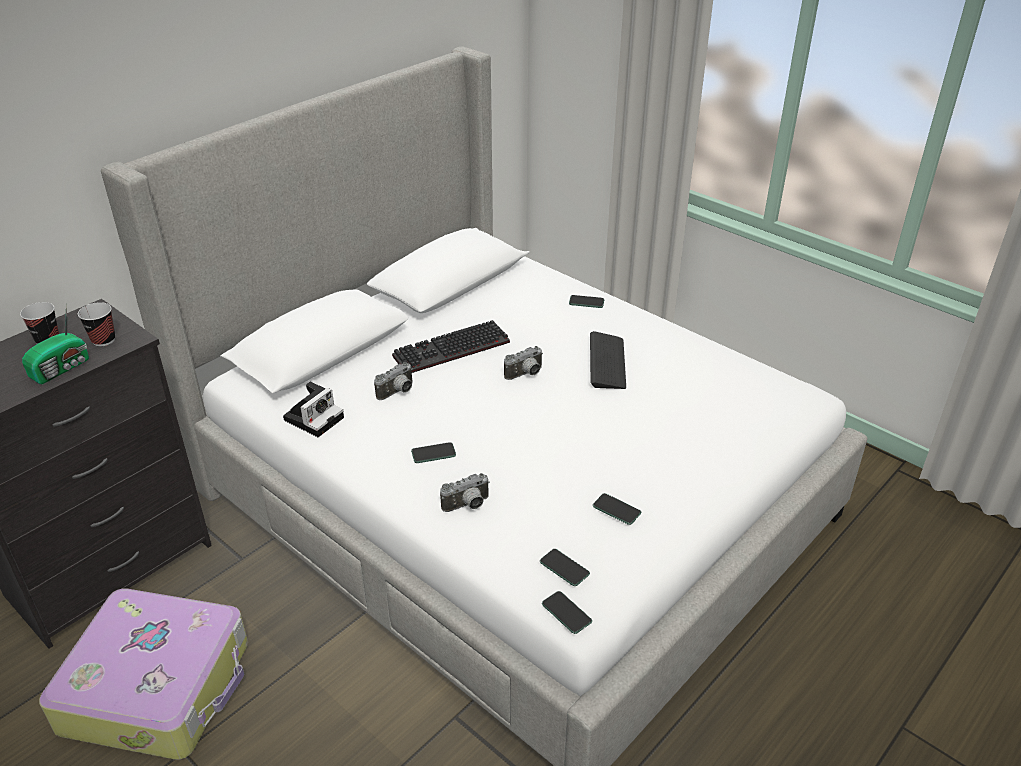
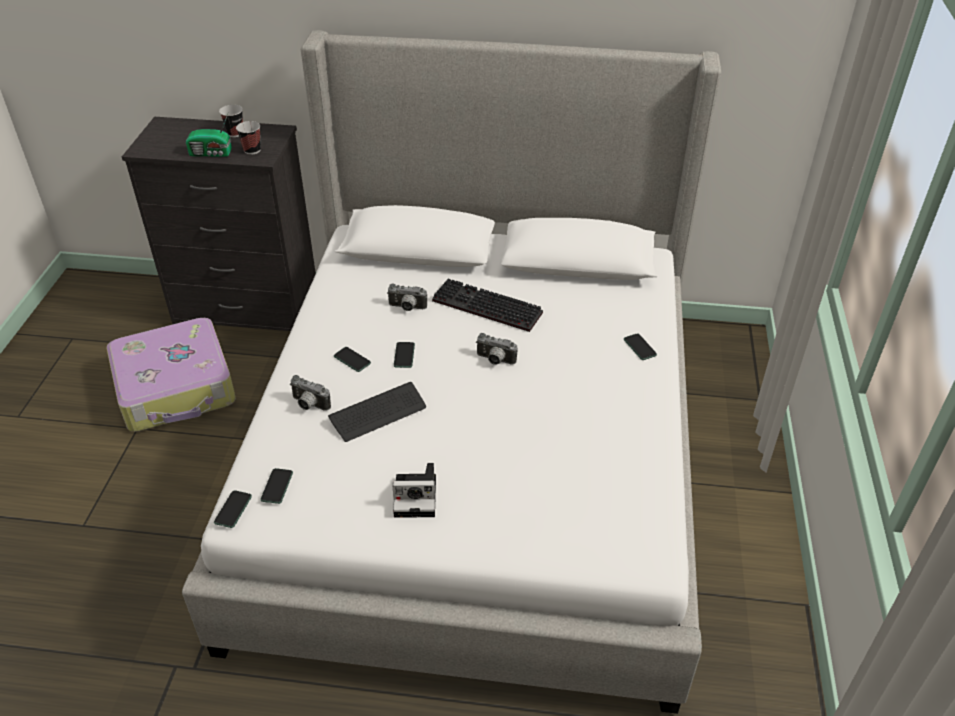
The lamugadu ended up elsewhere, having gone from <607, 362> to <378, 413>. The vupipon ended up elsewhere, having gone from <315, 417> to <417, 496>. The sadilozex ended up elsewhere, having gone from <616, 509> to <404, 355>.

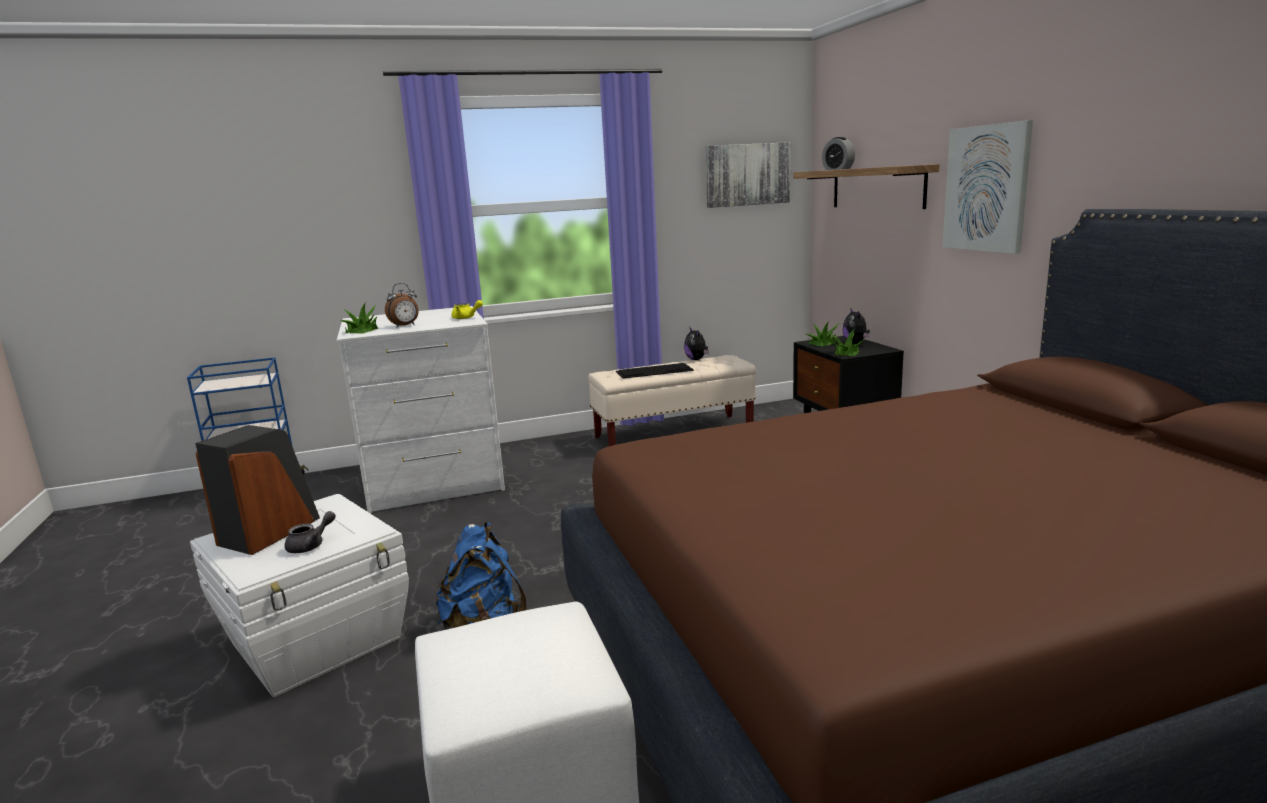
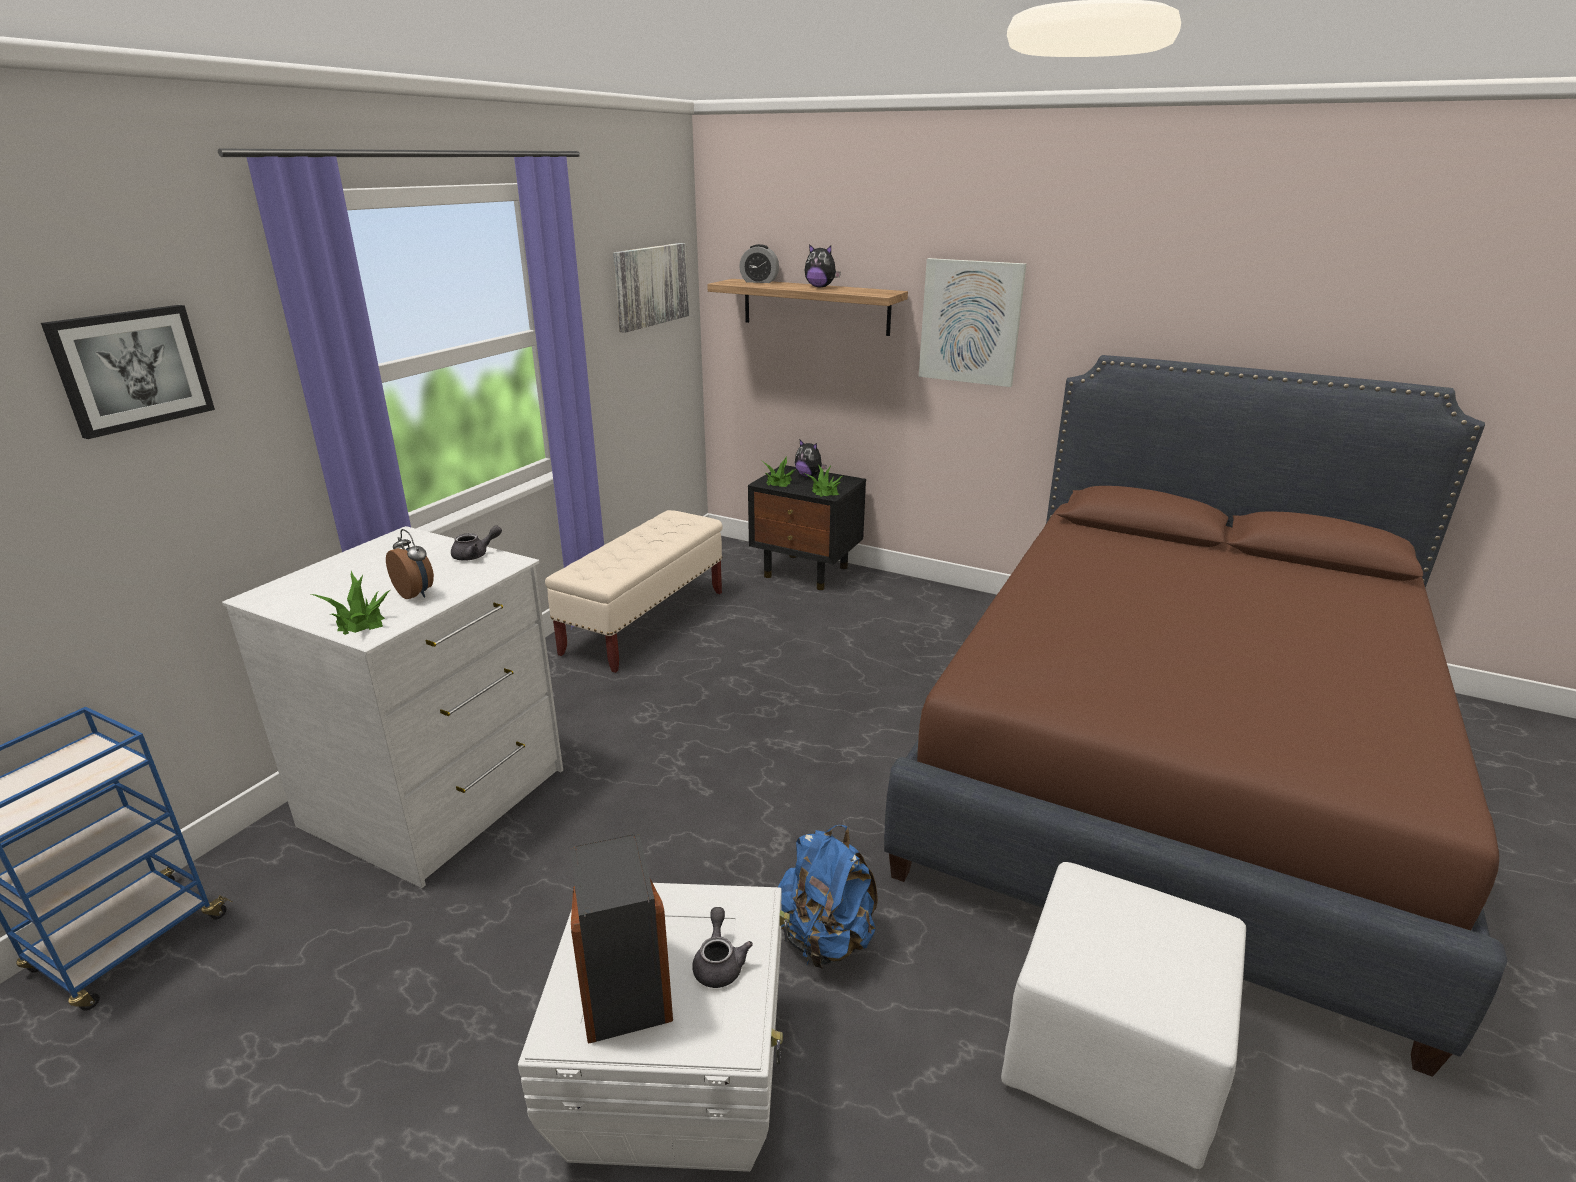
The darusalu at <405, 326> ended up facing another way, 60 degrees counterclockwise from before. What was the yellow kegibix at <466, 318> turned into the grey kegibix at <475, 555>. The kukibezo ended up elsewhere, having gone from <696, 359> to <820, 287>. The second view lost the lamugadu at <655, 371>. The second view gained the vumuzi at <132, 369>.

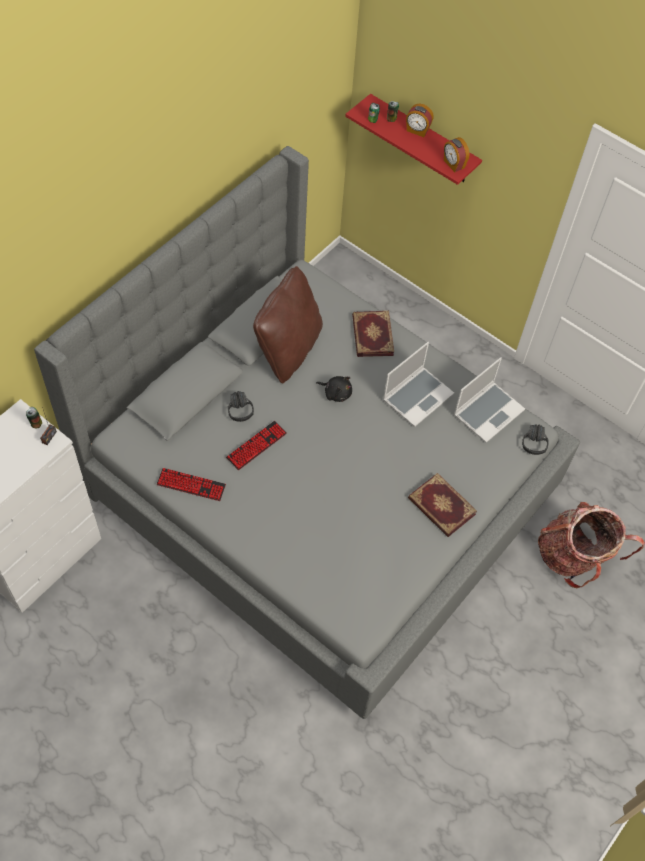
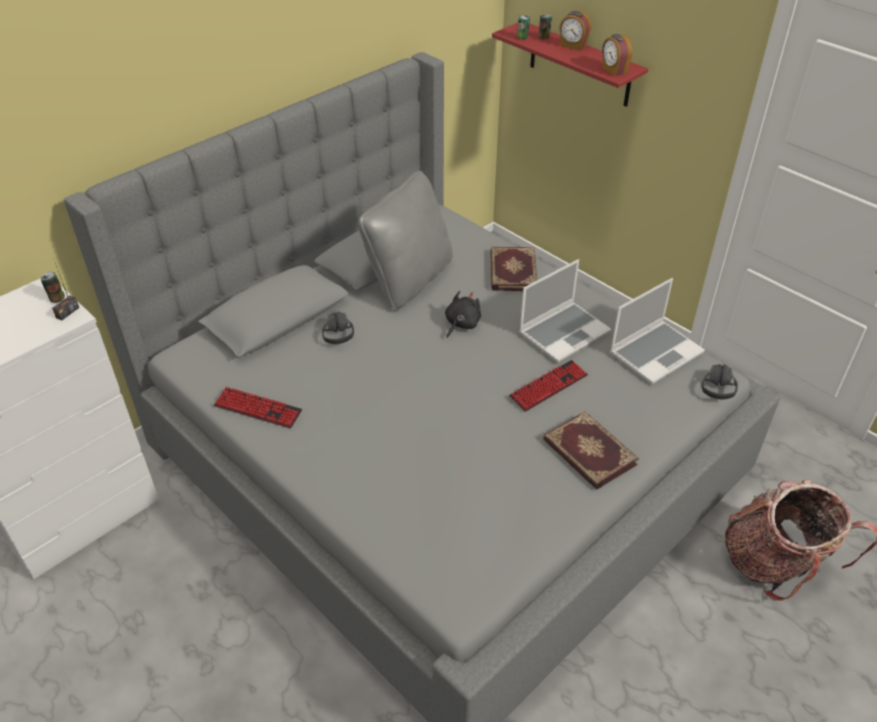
What was the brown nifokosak at <288, 349> turned into the grey nifokosak at <409, 280>. The black kukibezo at <336, 393> ended up facing another way, 90 degrees counterclockwise from before. The lamugadu ended up elsewhere, having gone from <256, 446> to <548, 386>.

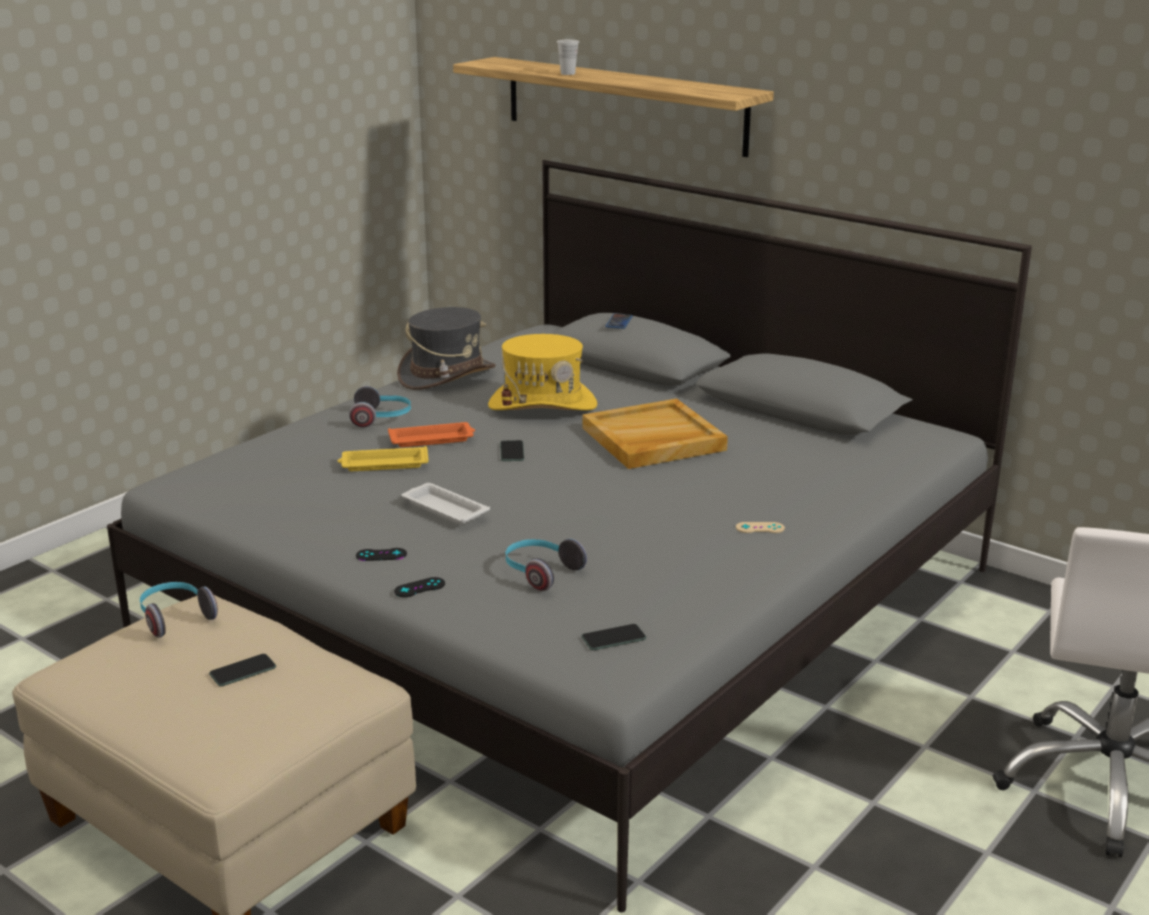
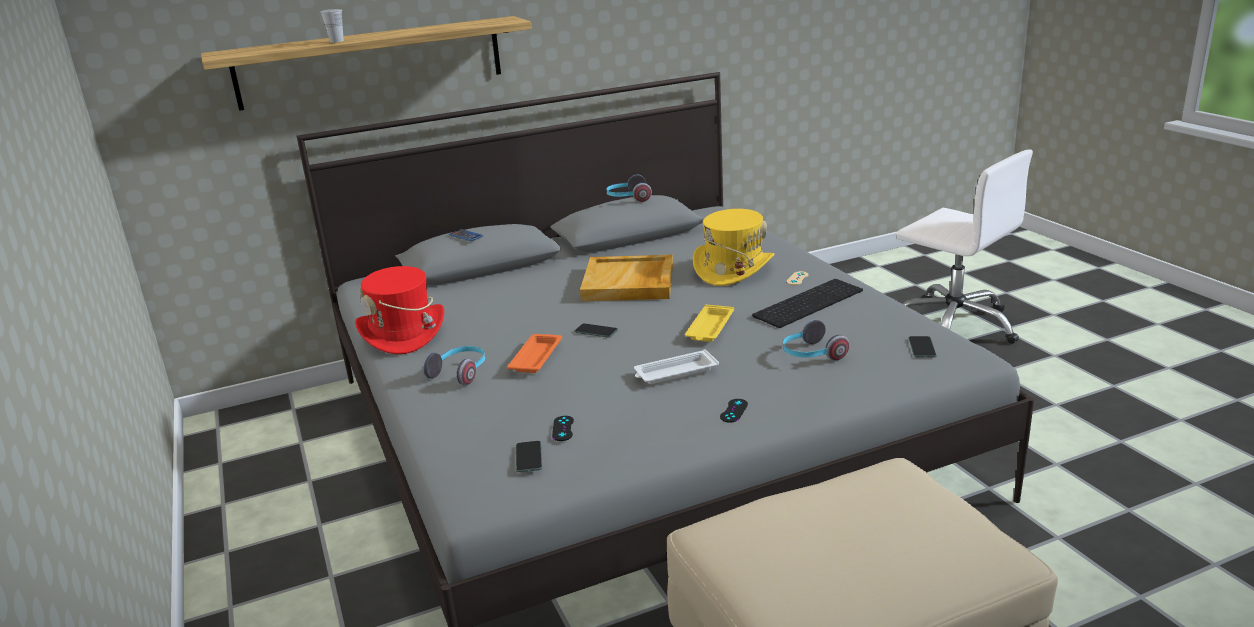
What was the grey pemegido at <447, 375> turned into the red pemegido at <403, 333>. The yellow pemegido ended up elsewhere, having gone from <543, 405> to <733, 269>. The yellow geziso ended up elsewhere, having gone from <383, 464> to <709, 328>. The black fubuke ended up elsewhere, having gone from <419, 587> to <563, 428>. The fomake ended up elsewhere, having gone from <175, 618> to <628, 198>. The sadilozex ended up elsewhere, having gone from <243, 671> to <529, 457>. The second view gained the lamugadu at <807, 302>.

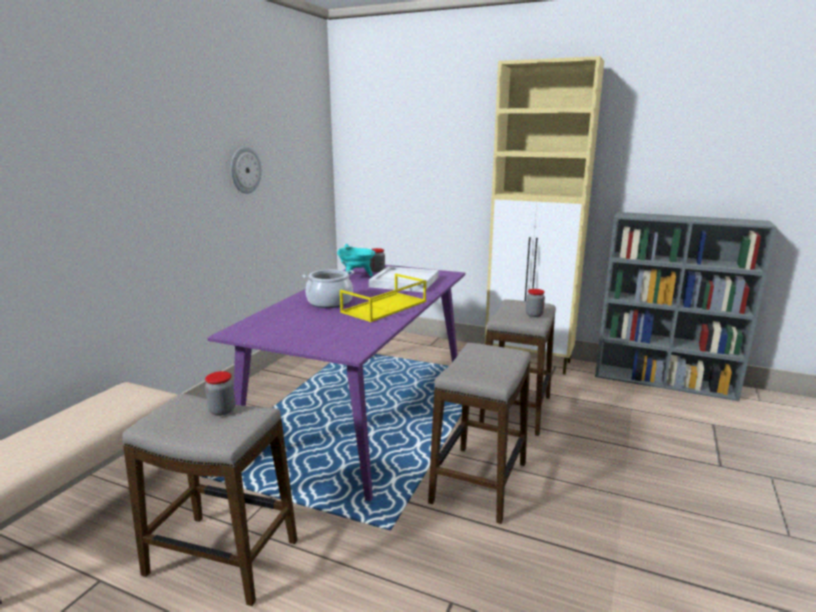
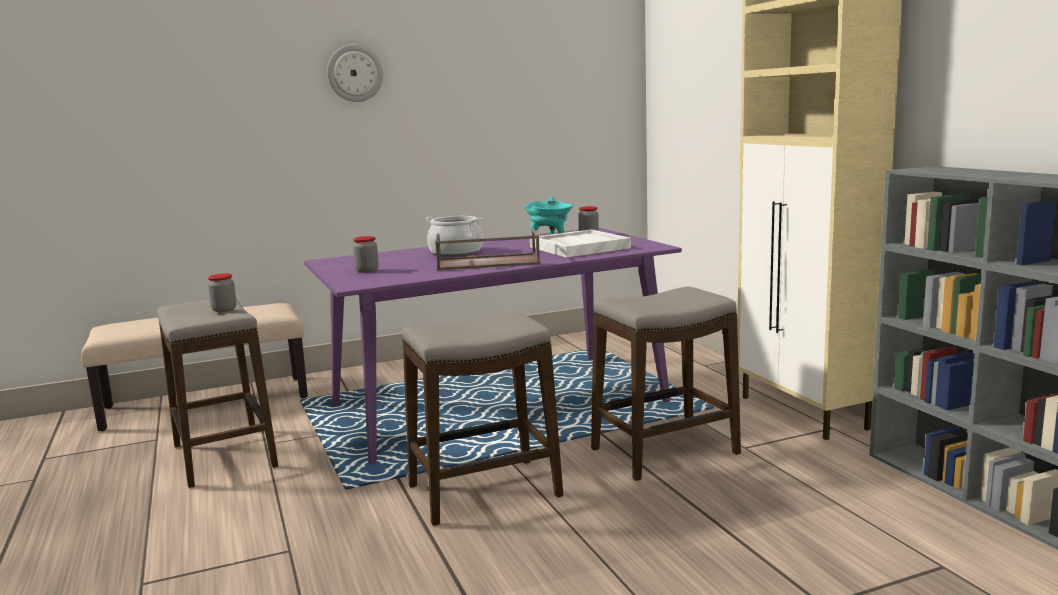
The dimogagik ended up elsewhere, having gone from <245, 170> to <355, 73>. What was the yellow geziso at <384, 307> turned into the brown geziso at <486, 262>. The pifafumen ended up elsewhere, having gone from <534, 315> to <367, 271>.

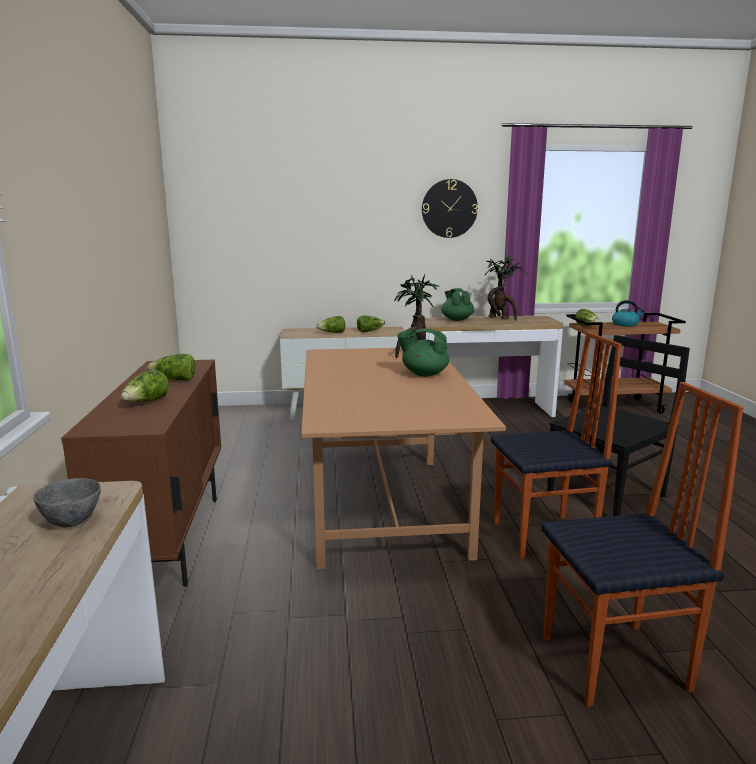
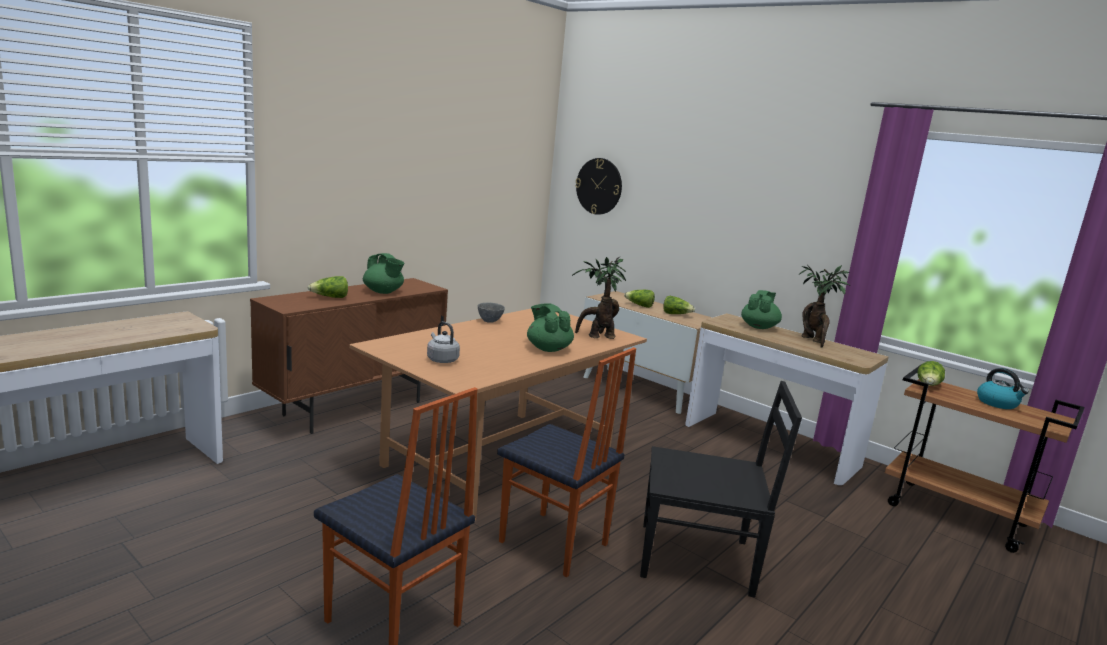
The dimogagik ended up elsewhere, having gone from <449, 208> to <599, 186>. Where the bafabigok stood at <174, 380>, the green kegibix came to stand at <383, 292>. The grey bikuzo ended up elsewhere, having gone from <72, 522> to <490, 321>. The second view gained the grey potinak at <441, 359>.

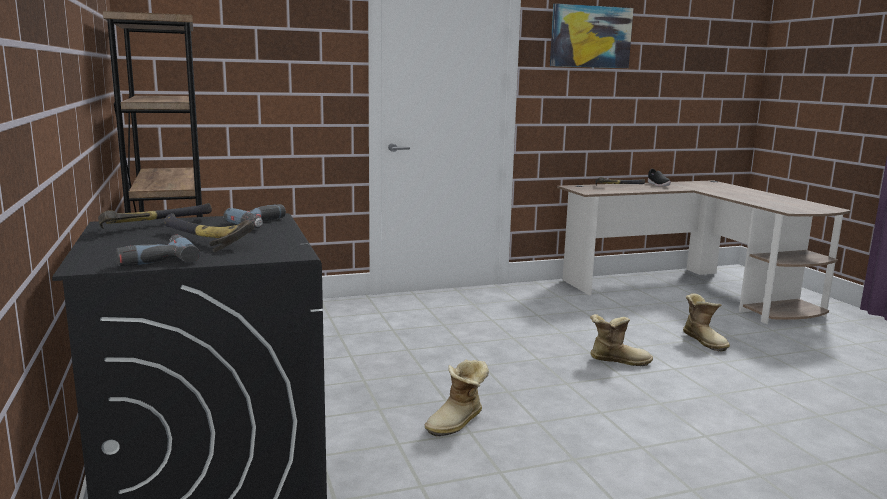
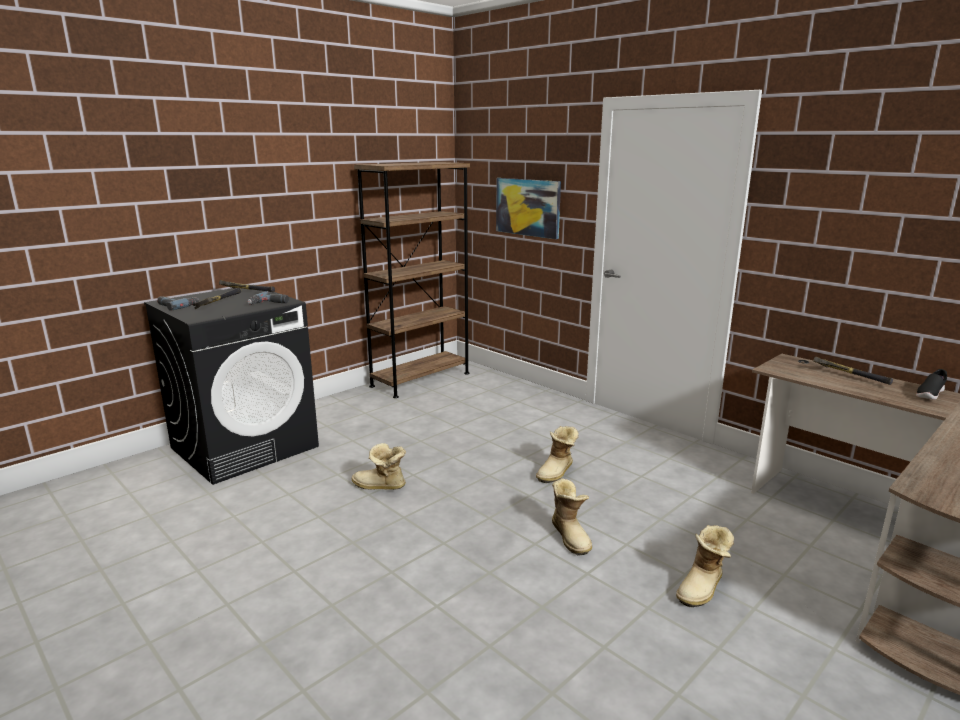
The vumuzi ended up elsewhere, having gone from <590, 37> to <528, 207>. The second view gained the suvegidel at <557, 472>.

